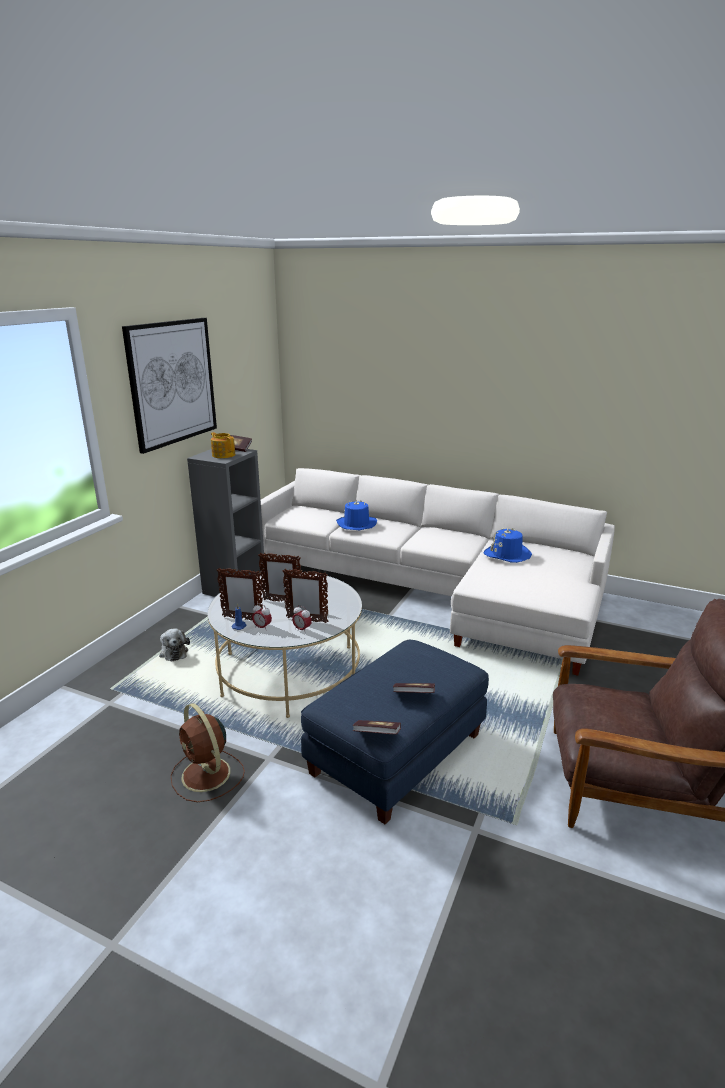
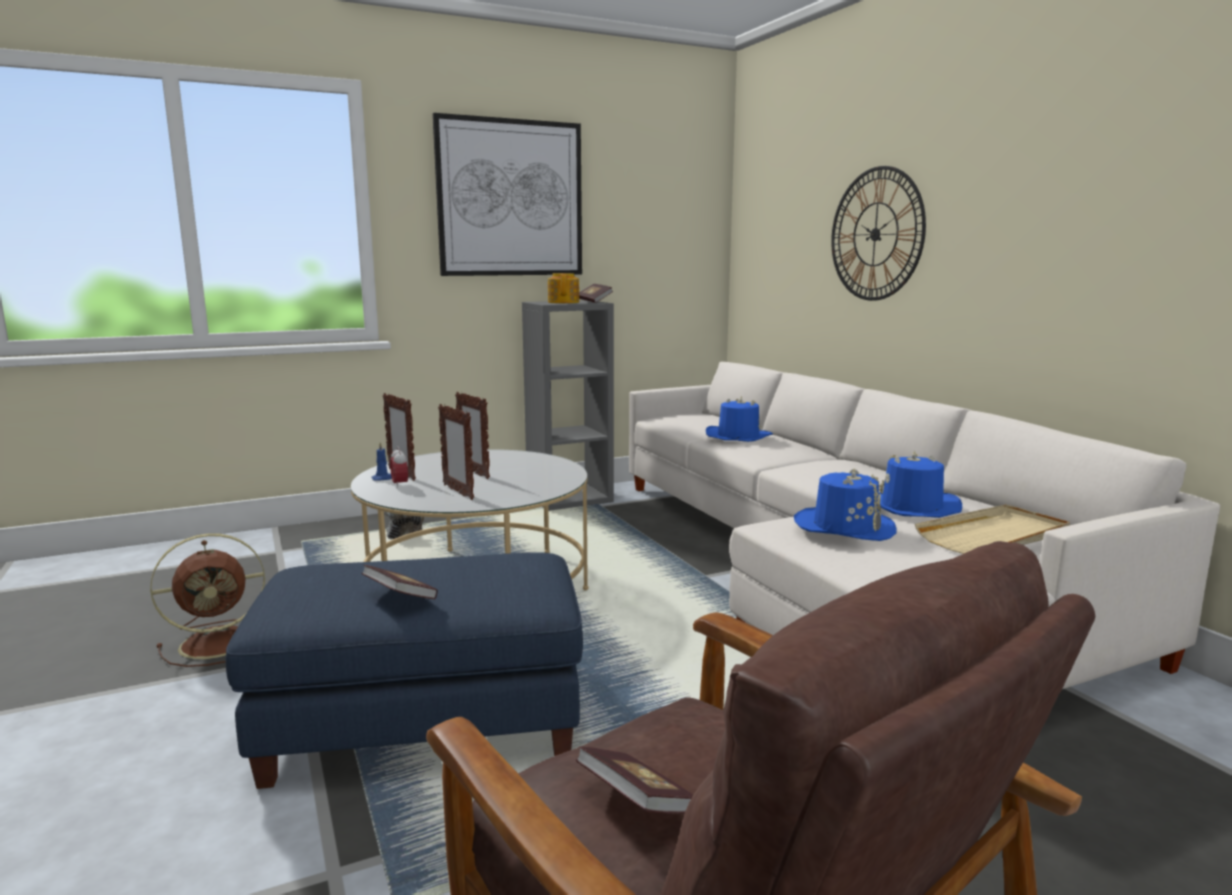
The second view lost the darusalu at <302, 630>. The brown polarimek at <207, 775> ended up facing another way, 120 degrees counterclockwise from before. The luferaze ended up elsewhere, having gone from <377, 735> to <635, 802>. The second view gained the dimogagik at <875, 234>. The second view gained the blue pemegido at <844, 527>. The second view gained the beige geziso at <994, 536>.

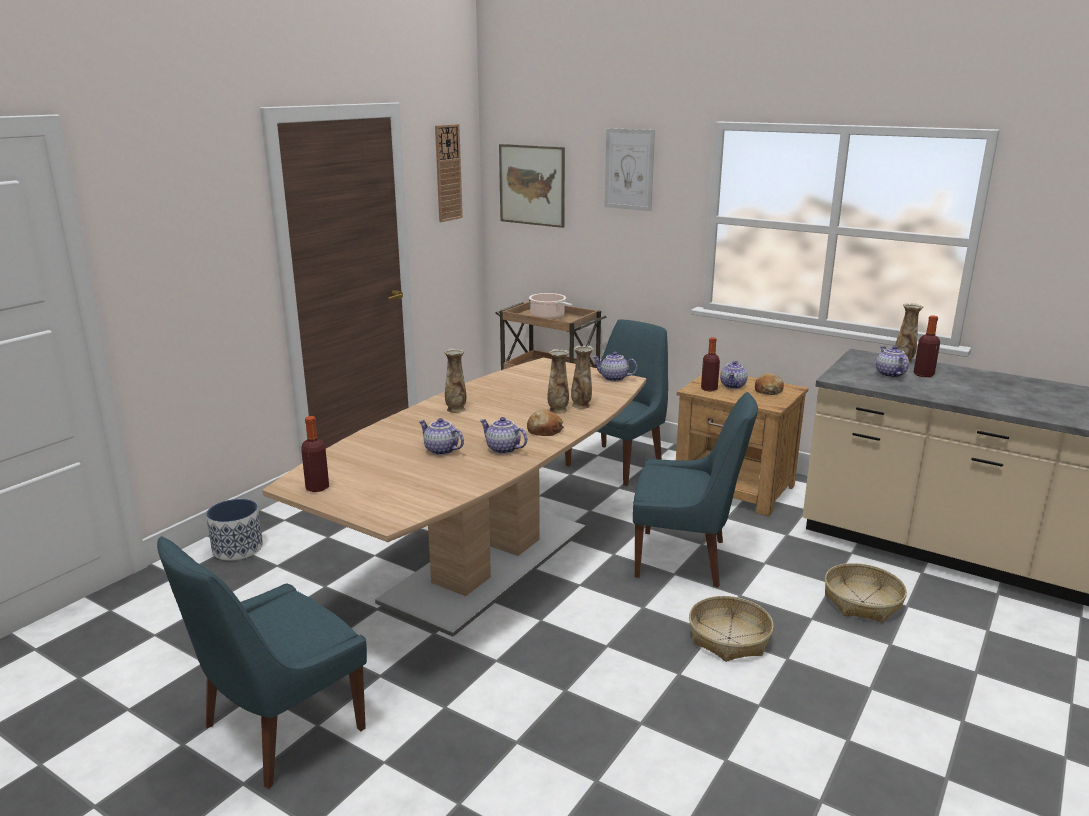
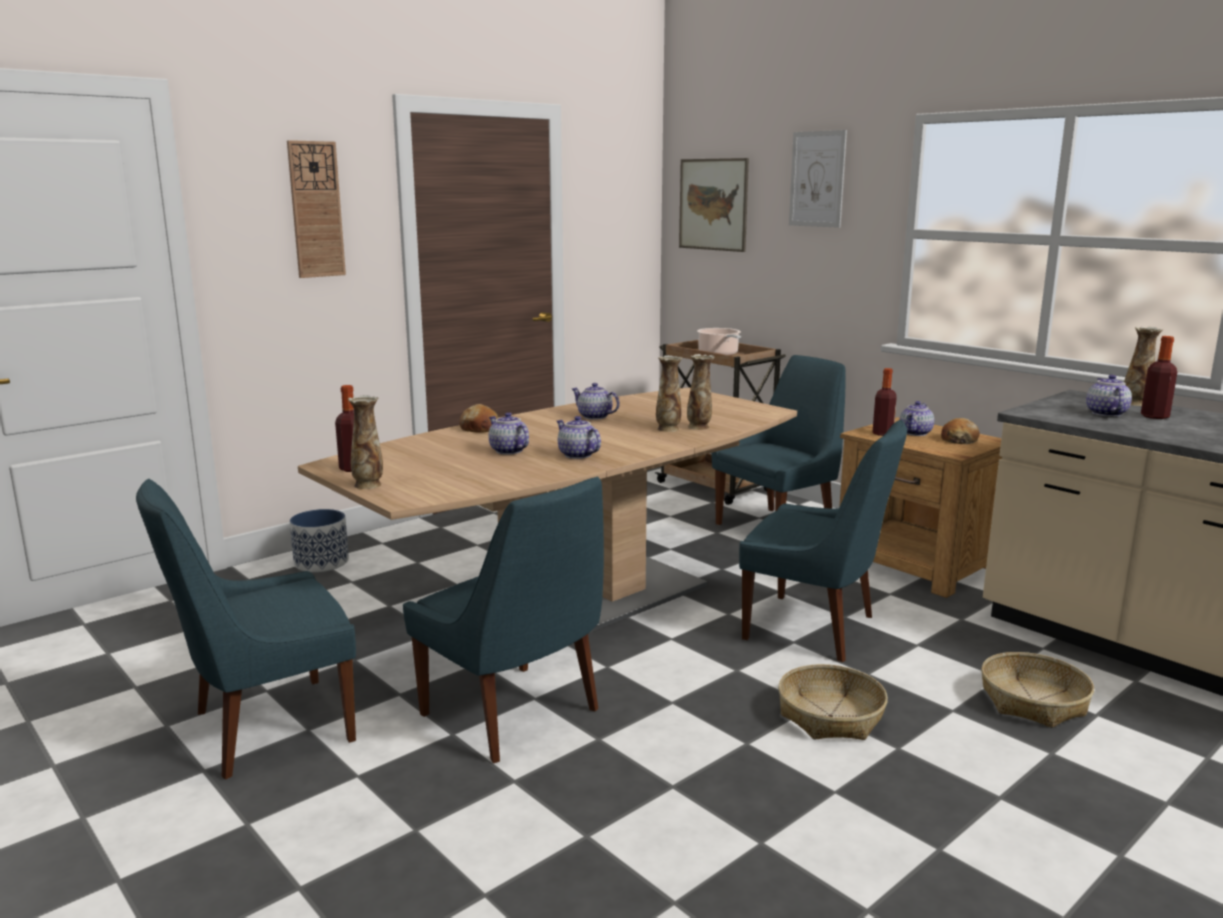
The dimogagik ended up elsewhere, having gone from <448, 173> to <316, 210>. The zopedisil ended up elsewhere, having gone from <456, 409> to <368, 485>. The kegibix ended up elsewhere, having gone from <613, 378> to <594, 417>. The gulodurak ended up elsewhere, having gone from <544, 430> to <480, 428>. The second view gained the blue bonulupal at <514, 715>.

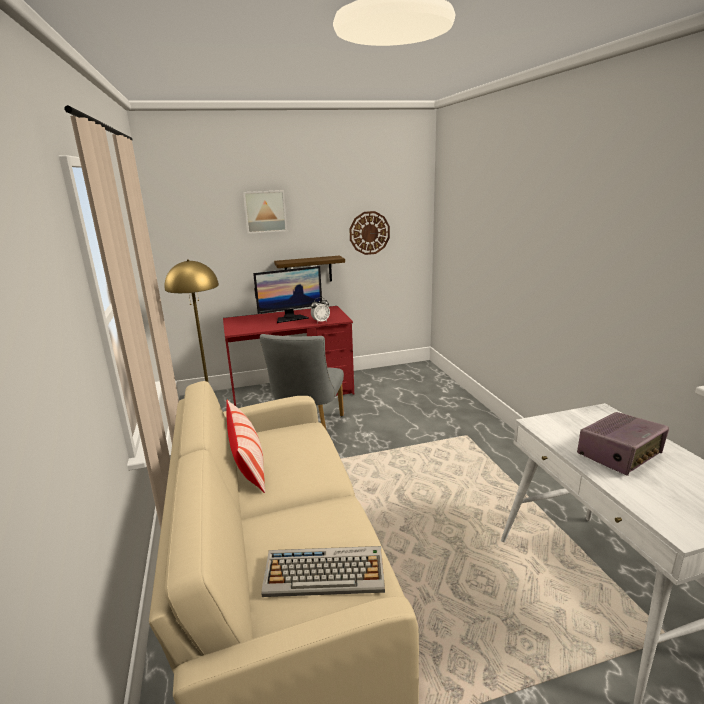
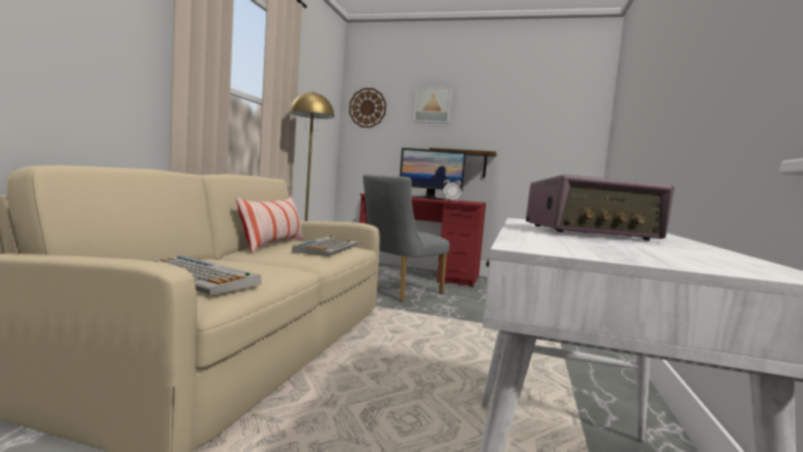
The dimogagik ended up elsewhere, having gone from <369, 233> to <367, 108>. The second view gained the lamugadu at <327, 248>.

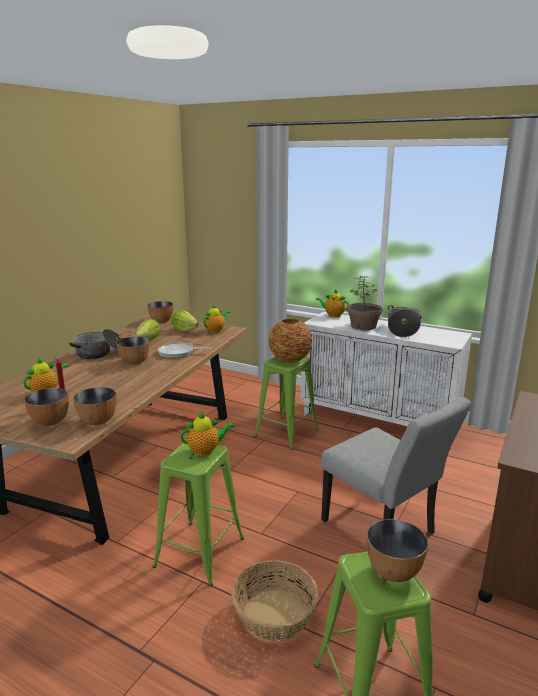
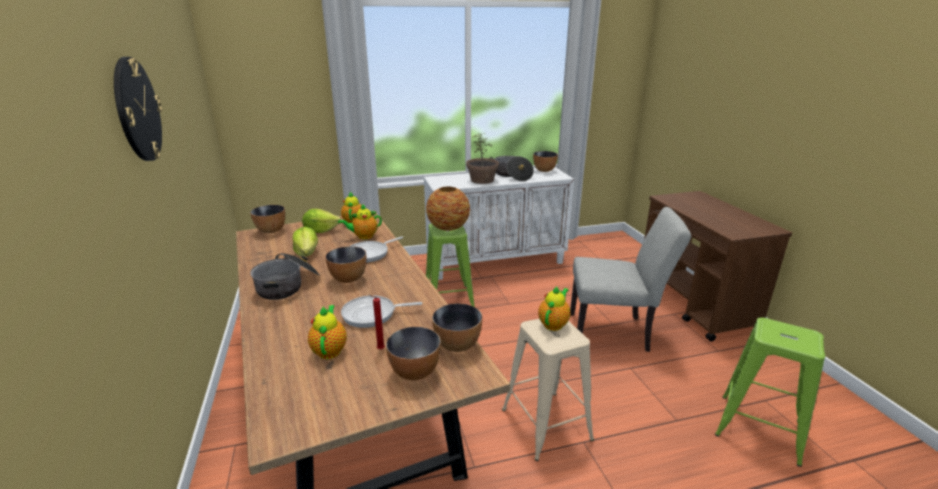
The kegibix ended up elsewhere, having gone from <333, 315> to <363, 236>. What was the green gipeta at <200, 551> turned into the beige gipeta at <546, 423>. The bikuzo ended up elsewhere, having gone from <394, 571> to <544, 170>. The second view lost the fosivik at <274, 615>. The second view gained the dimogagik at <137, 110>. The second view gained the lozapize at <372, 314>.

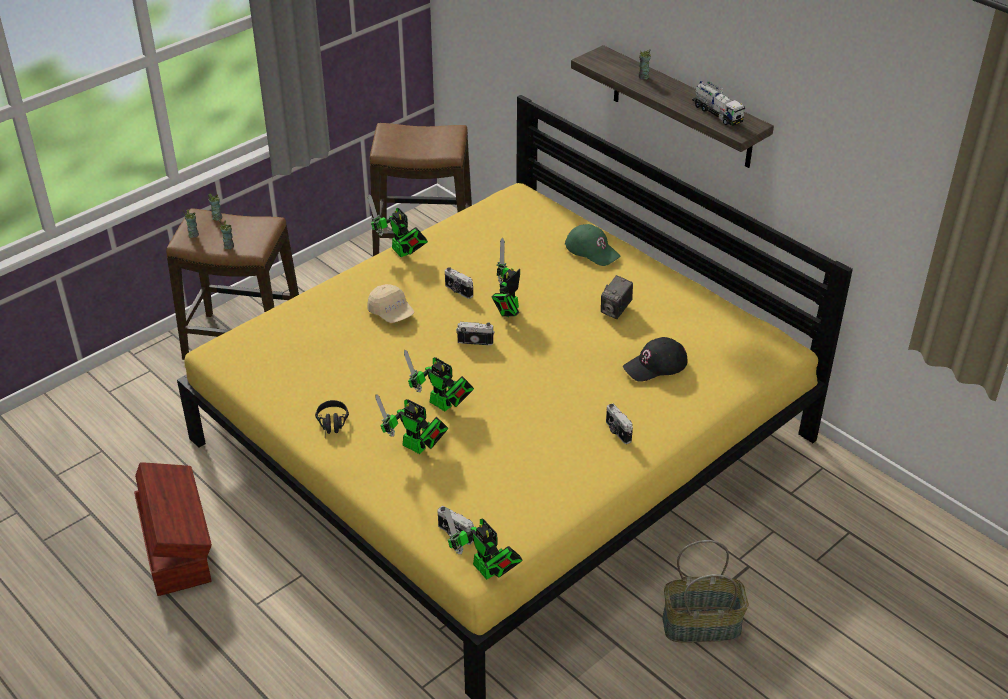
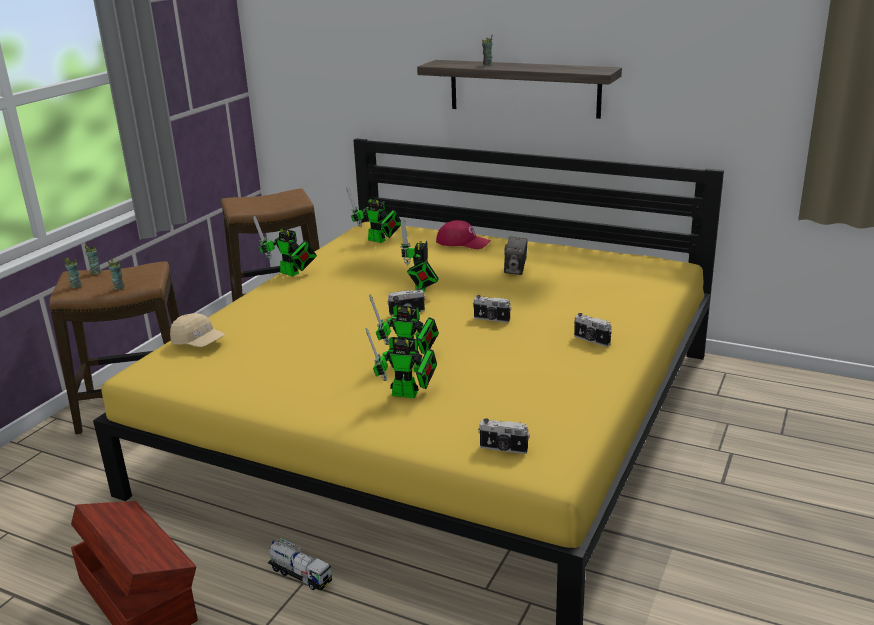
The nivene ended up elsewhere, having gone from <717, 114> to <300, 575>. What was the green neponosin at <592, 250> turned into the red neponosin at <463, 242>. The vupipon ended up elsewhere, having gone from <458, 291> to <491, 319>. The beige neponosin ended up elsewhere, having gone from <391, 313> to <199, 343>. The second view lost the black neponosin at <655, 365>. The second view lost the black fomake at <332, 426>. The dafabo ended up elsewhere, having gone from <487, 572> to <379, 240>. The second view lost the fosivik at <702, 624>.

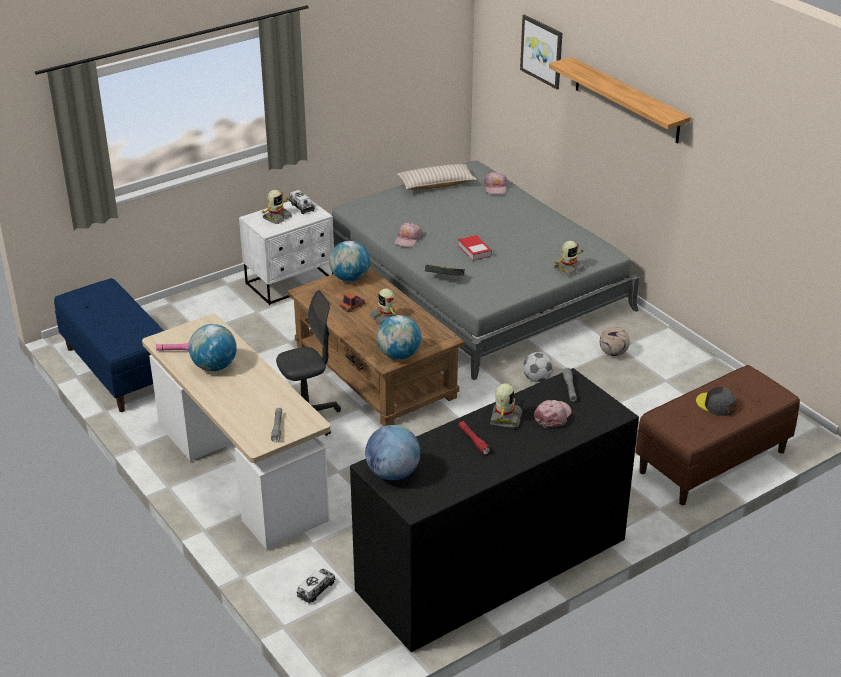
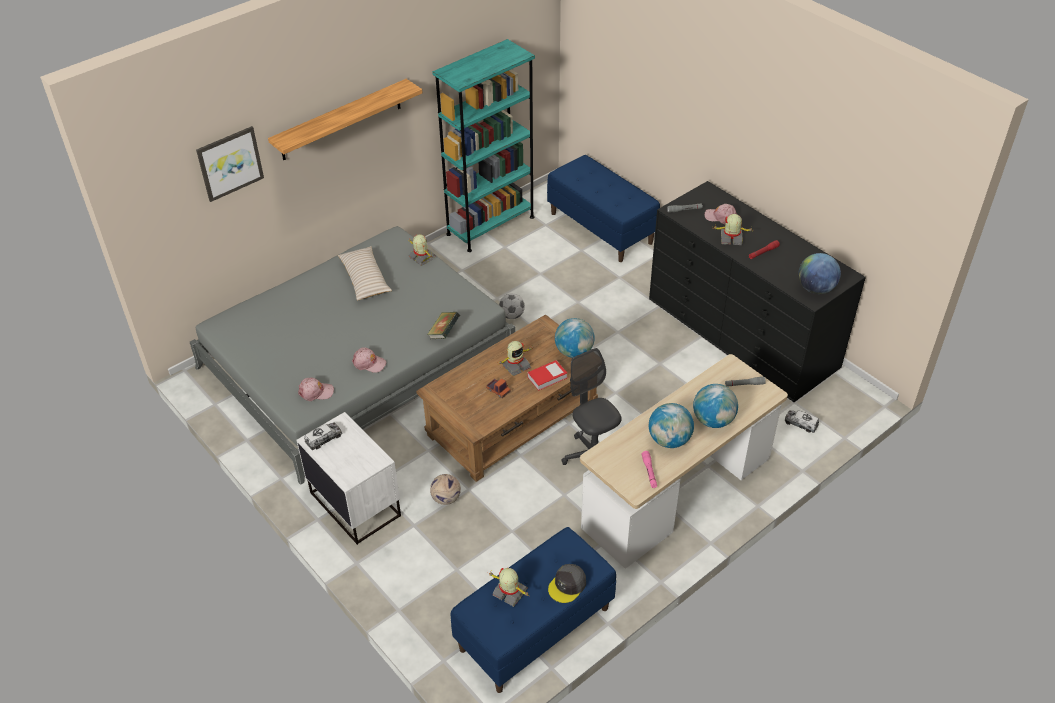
The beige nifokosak ended up elsewhere, having gone from <436, 184> to <365, 279>. The pink neponosin ended up elsewhere, having gone from <495, 187> to <316, 392>. The dafabo ended up elsewhere, having gone from <276, 217> to <509, 593>. The luferaze ended up elsewhere, having gone from <474, 250> to <547, 377>. The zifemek ended up elsewhere, having gone from <350, 278> to <713, 420>. The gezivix ended up elsewhere, having gone from <612, 353> to <446, 499>. What was the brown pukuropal at <712, 462> turned into the blue pukuropal at <602, 228>. The grey neponosin ended up elsewhere, having gone from <715, 404> to <567, 585>. The second view gained the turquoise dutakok at <490, 225>.

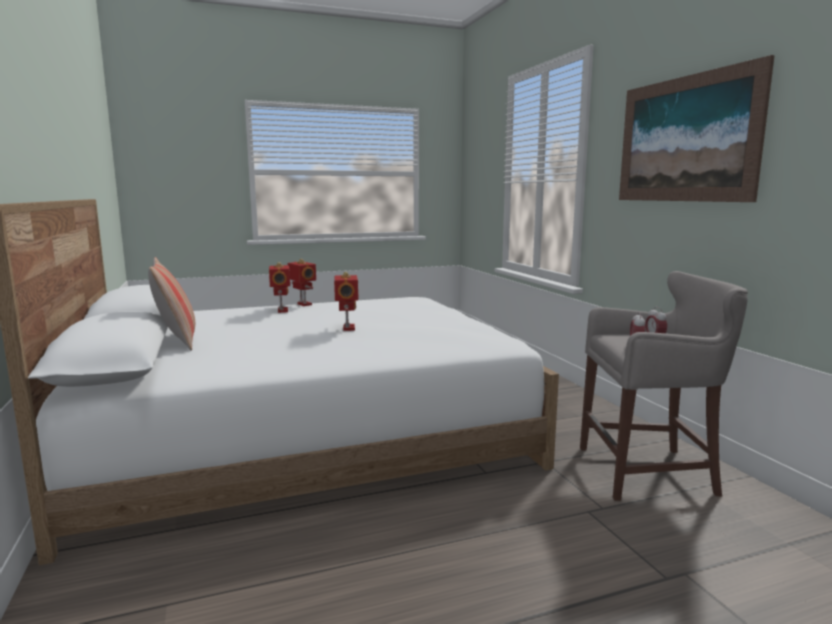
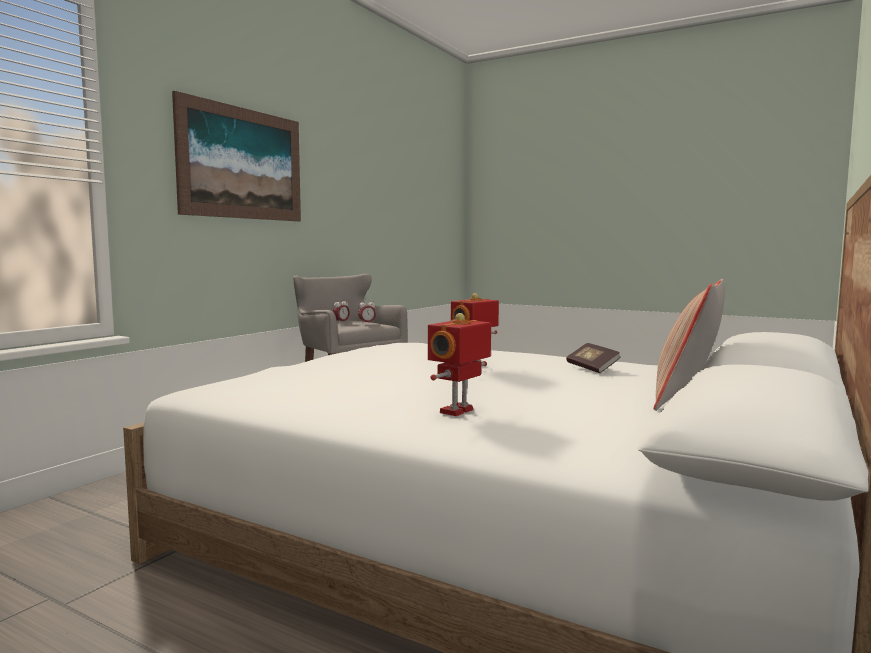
The second view lost the dafabo at <303, 304>. The second view gained the luferaze at <592, 368>.

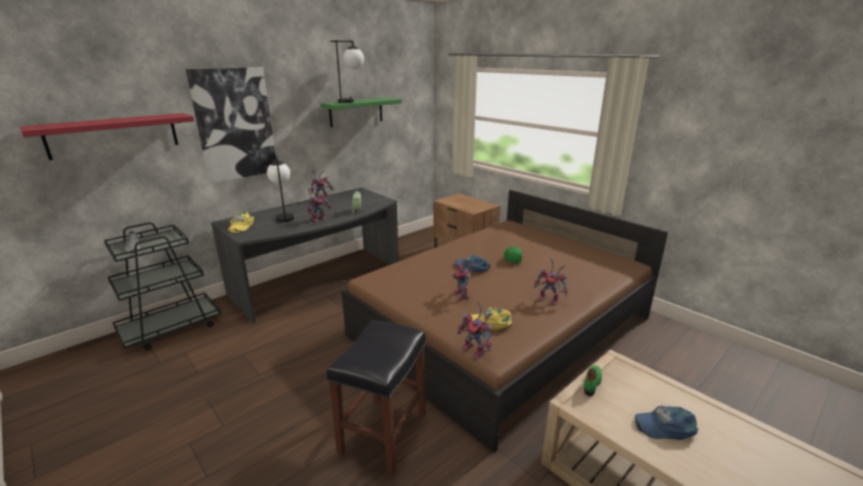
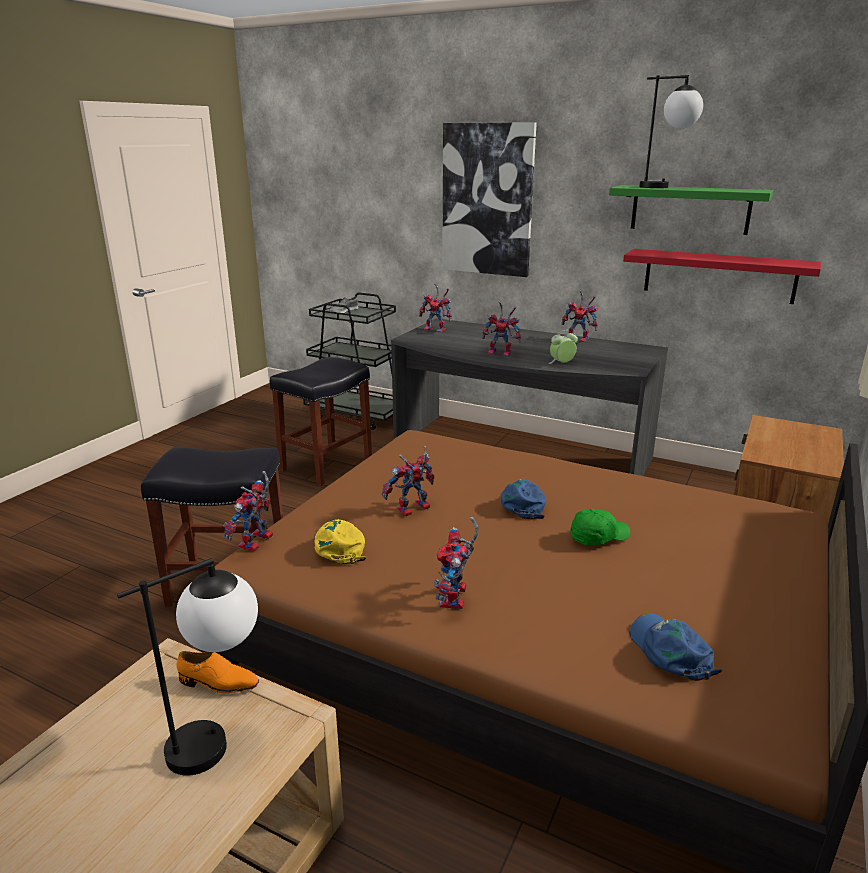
The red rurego ended up elsewhere, having gone from <114, 135> to <719, 276>. The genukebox ended up elsewhere, having gone from <284, 216> to <219, 738>. Where the yellow neponosin stood at <240, 226>, the dafabo came to stand at <437, 329>. What was the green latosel at <592, 382> turned into the orange latosel at <218, 683>. The blue neponosin ended up elsewhere, having gone from <665, 426> to <670, 651>. The second view gained the black gipeta at <327, 463>.

